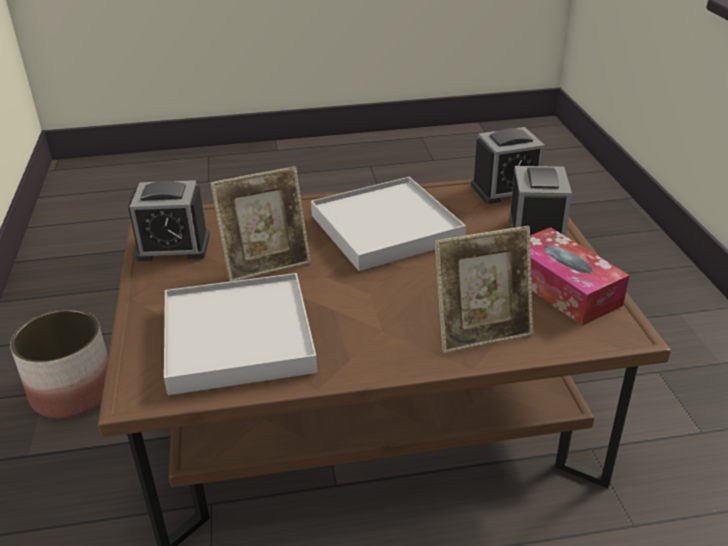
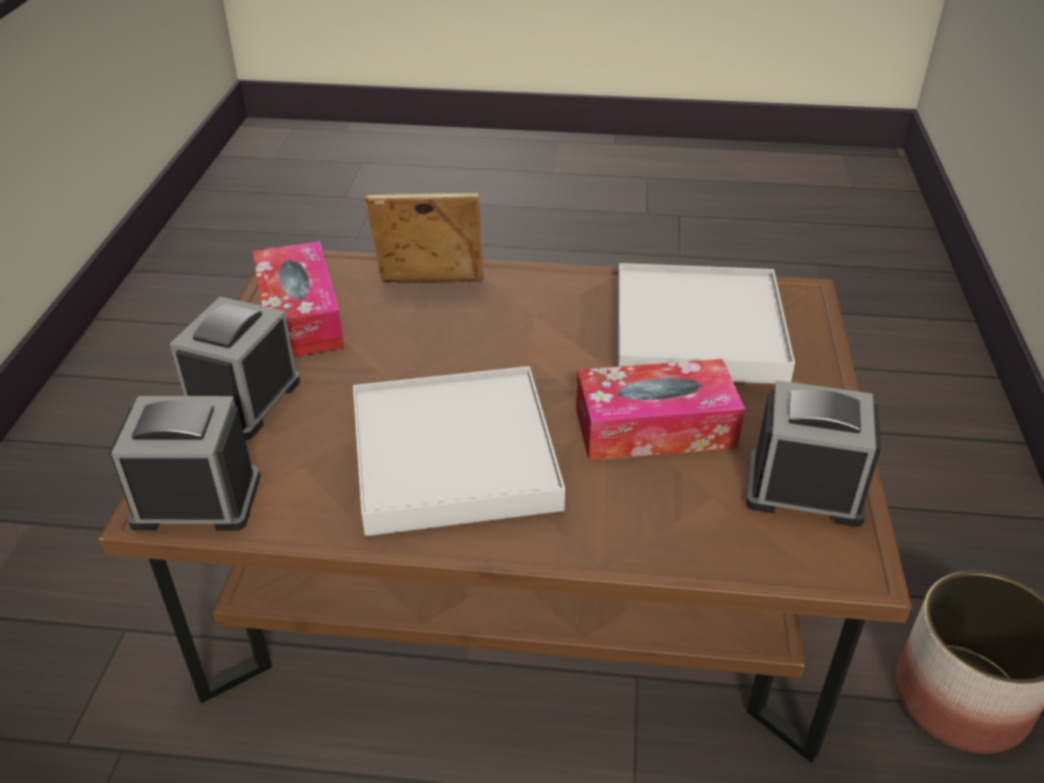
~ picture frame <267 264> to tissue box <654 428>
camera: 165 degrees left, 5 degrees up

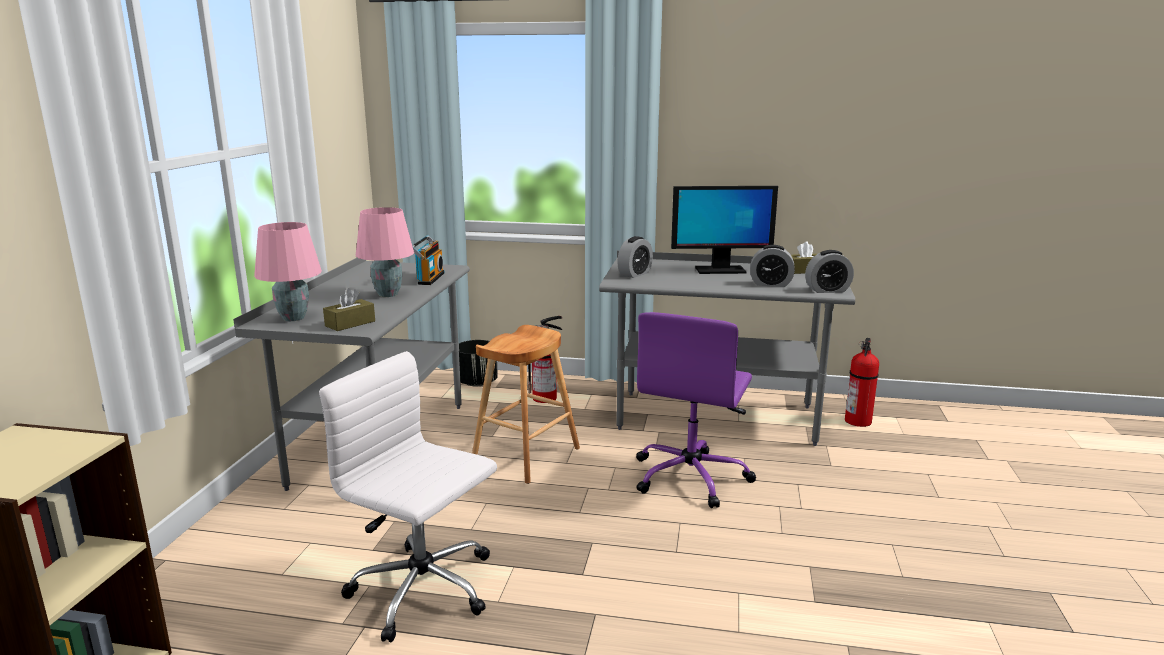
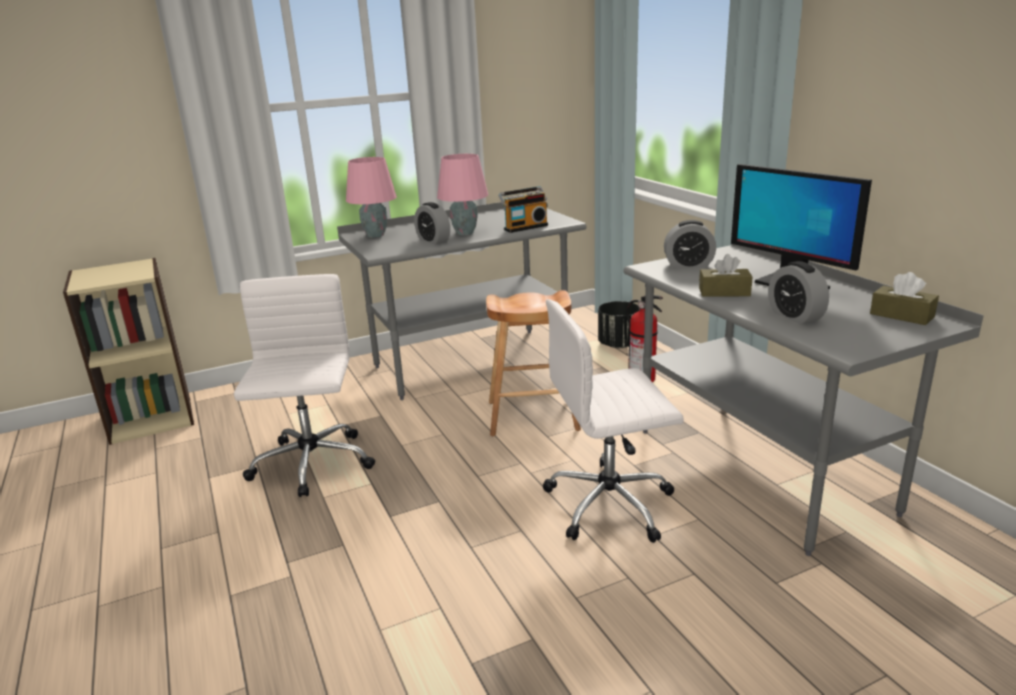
~ alarm clock <827 290> to <433 240>
~ purple office chair <691 477> to white office chair <611 503>
~ brown tissue box <350 323> to <724 292>
- fire extinguisher <858 421>
camera: 55 degrees right, 5 degrees up

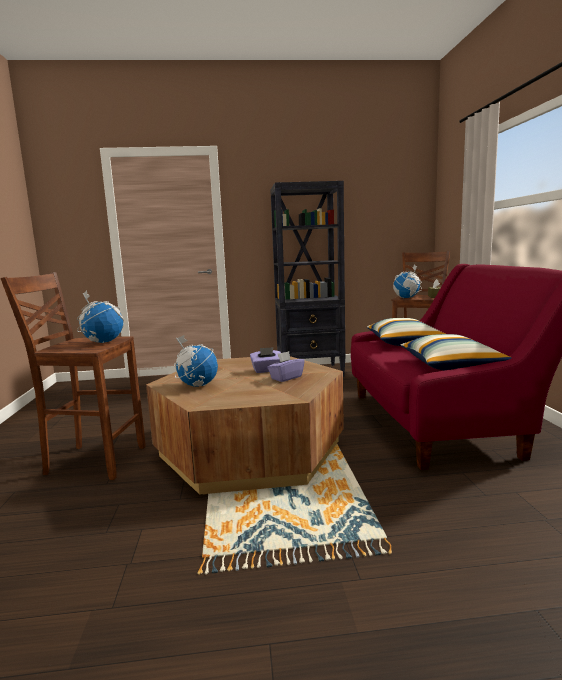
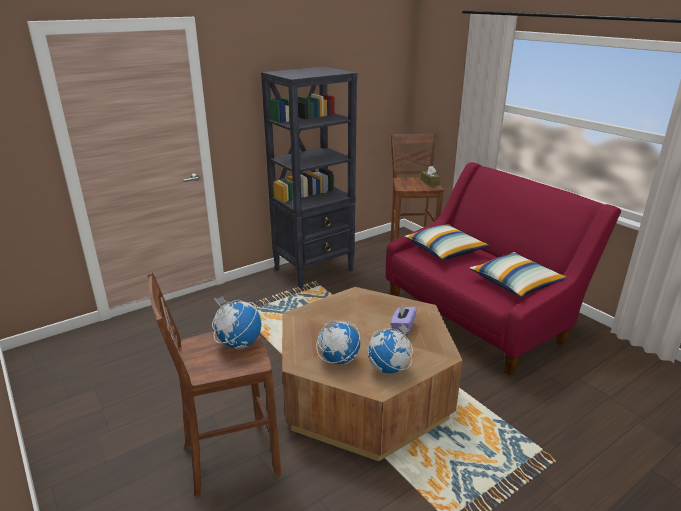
~ globe <407 298> to <389 369>
- purple tissue box <267 370>
camera: 30 degrees left, 15 degrees up

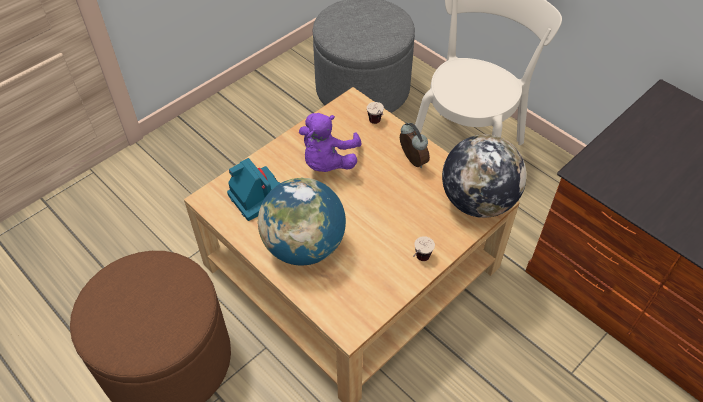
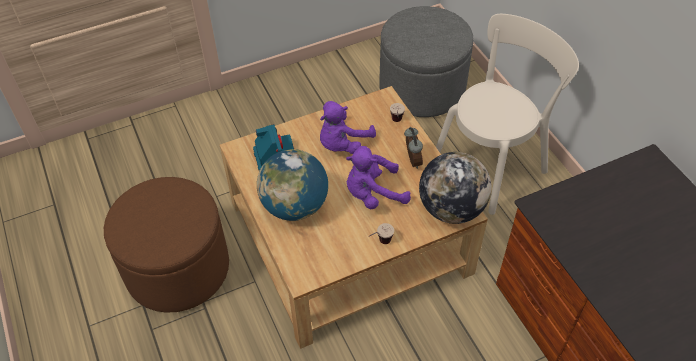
+ purple plush toy <373 194>
camera: 20 degrees right, 0 degrees up

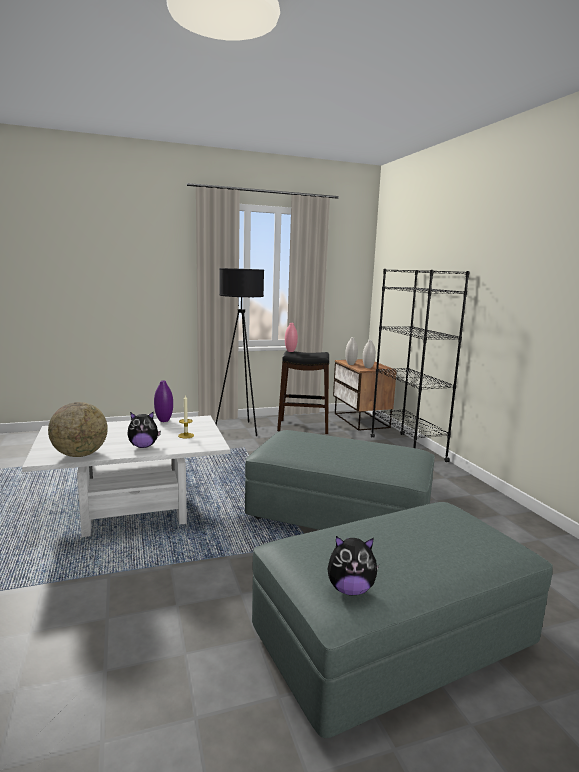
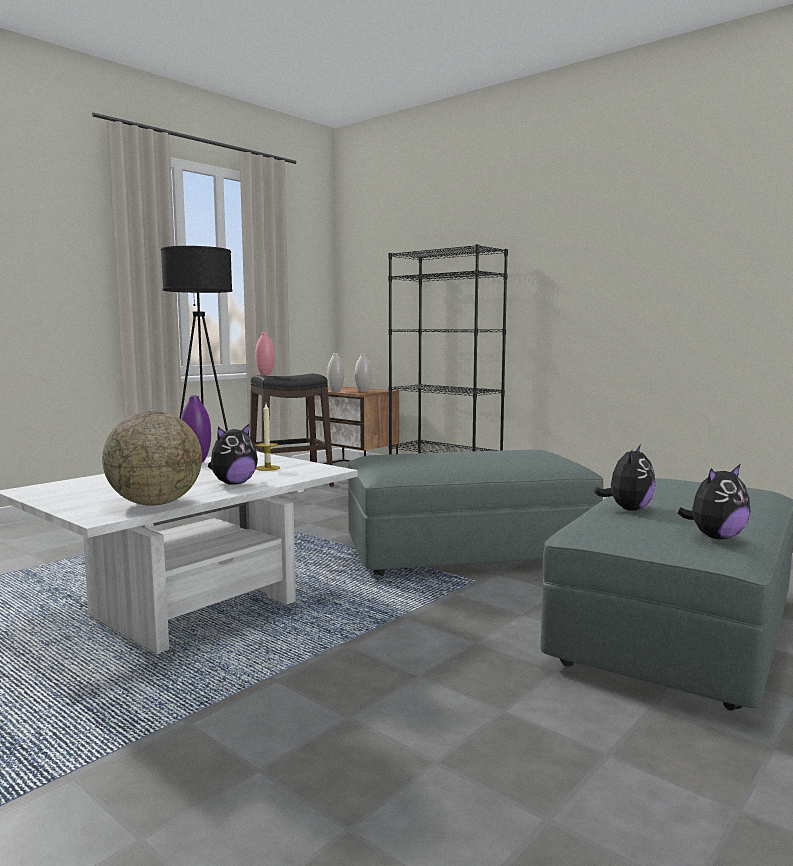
+ plush toy <628 509>
camera: 30 degrees left, 5 degrees down

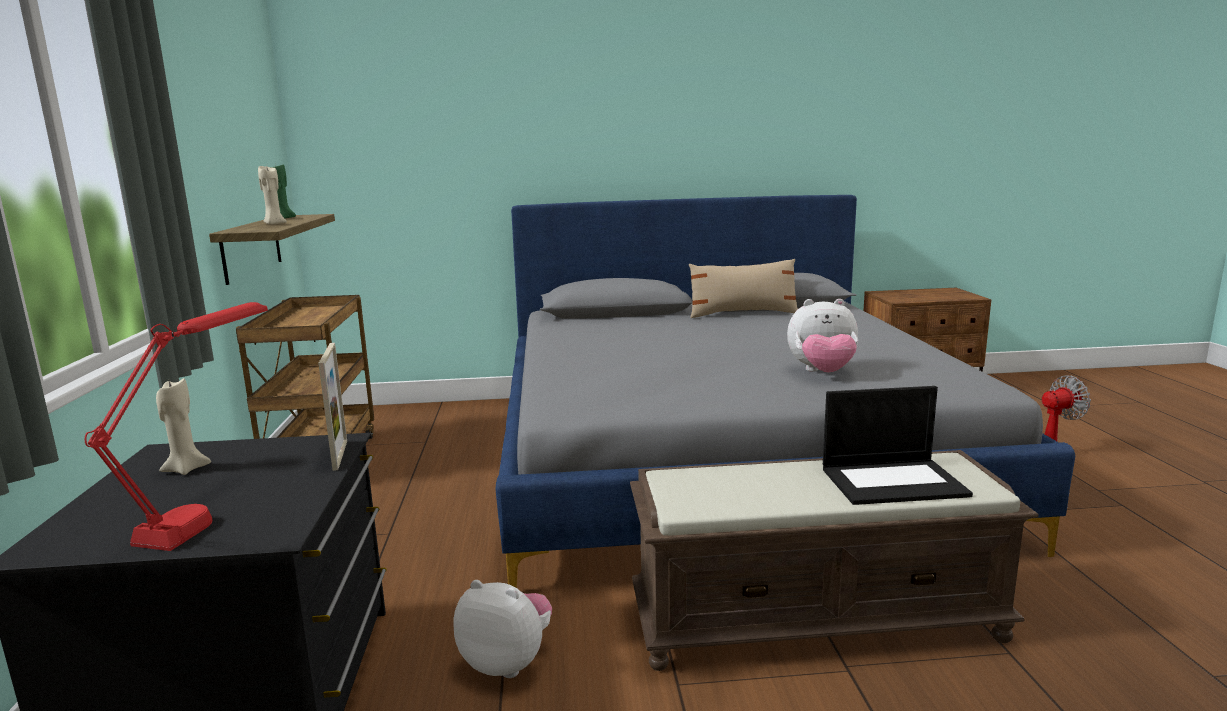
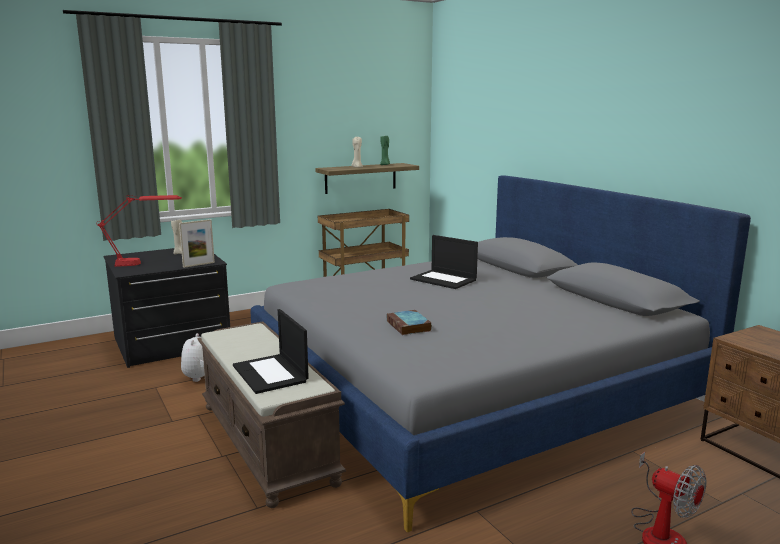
~ plush toy <822 373> to book <409 326>
+ laptop <444 279>
- beige pillow <743 314>
camera: 65 degrees right, 0 degrees up

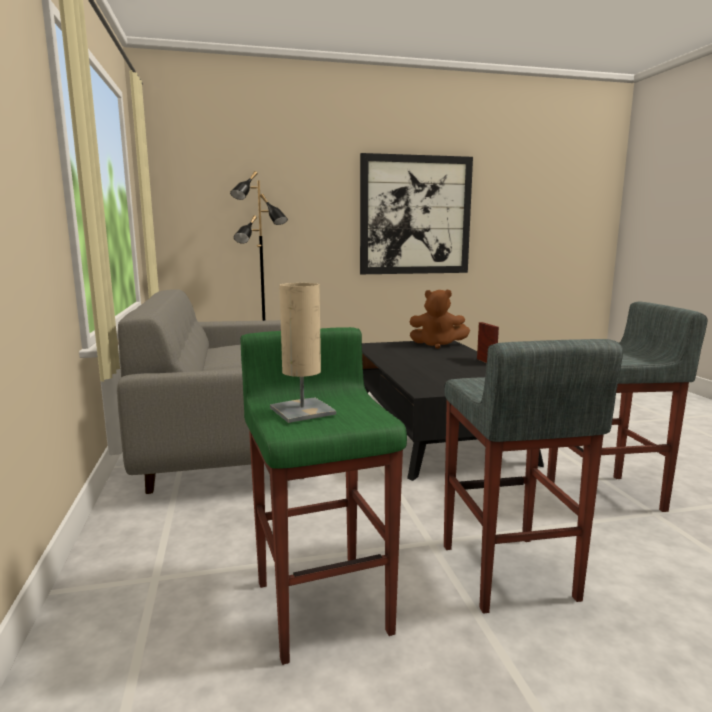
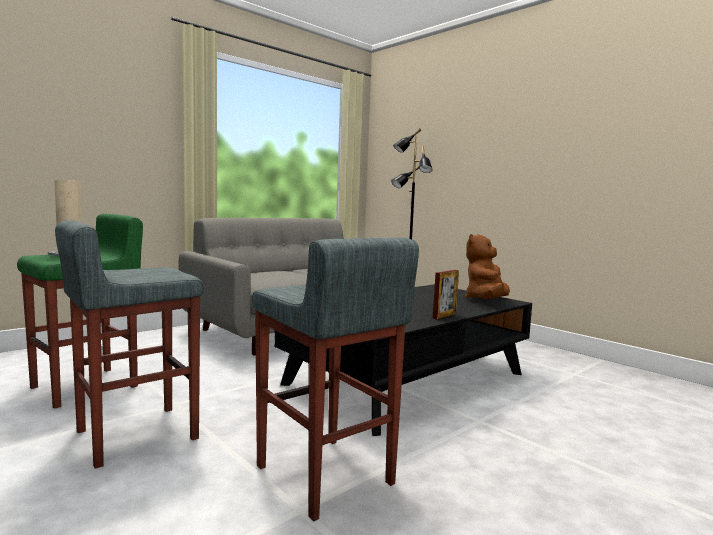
~ brown plush toy <437 345> = <486 300> 45 degrees clockwise
- picture <415 215>
camera: 60 degrees right, 5 degrees down

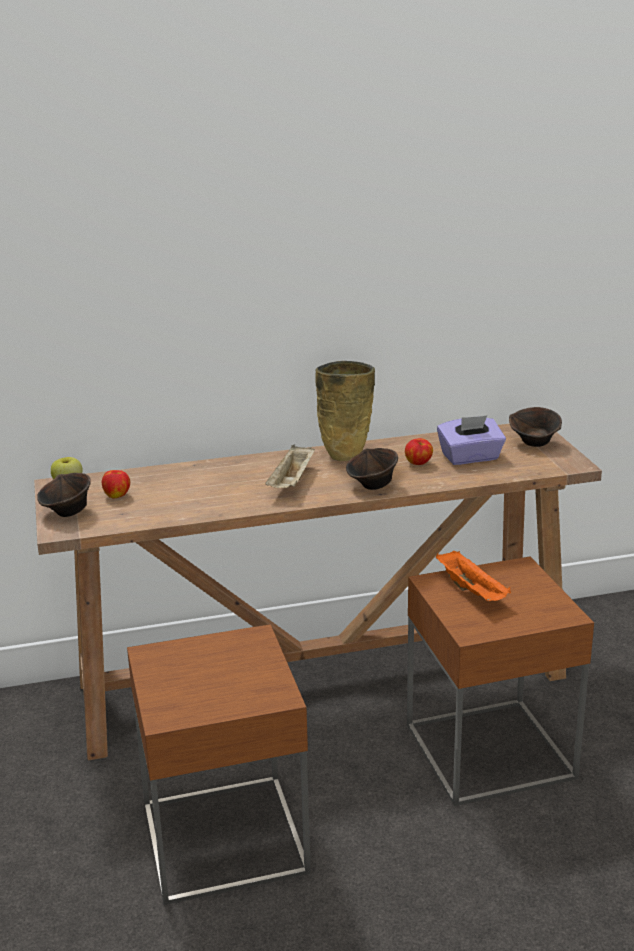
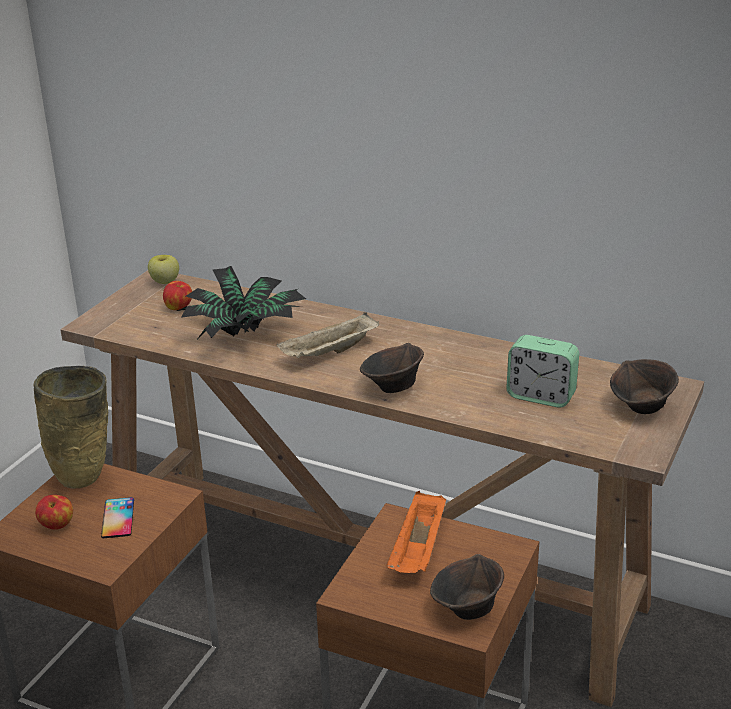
~ beige vase <346 455> to <85 478>
~ apple <418 463> to <57 526>
+ phone <118 518>
+ potted plant <245 334>
~ brown bowl <67 512> to <467 609>
~ purple tissue box <470 458> to alarm clock <541 396>
camera: 40 degrees right, 5 degrees up

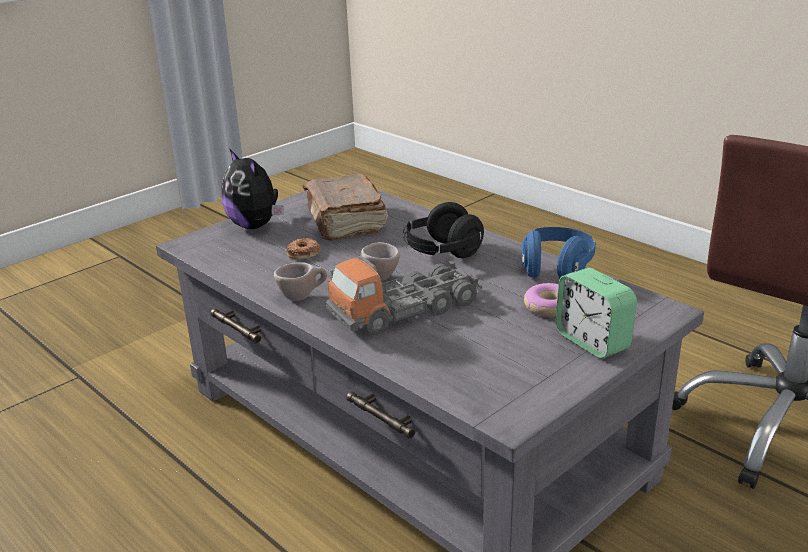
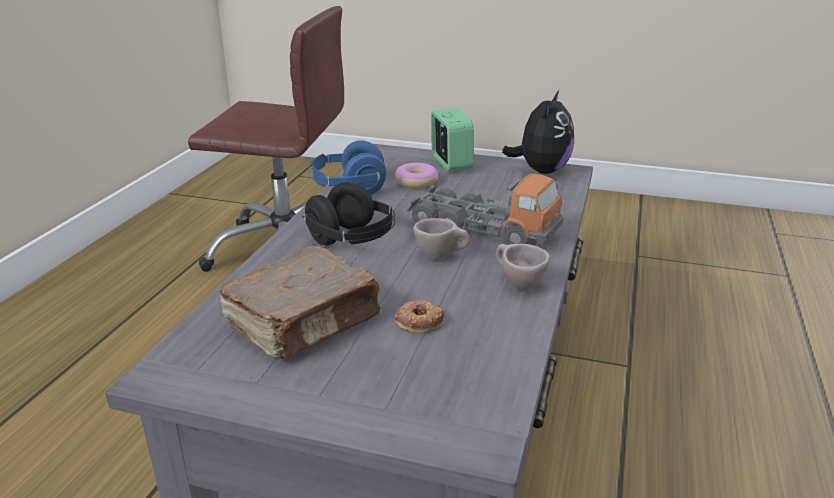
~ alarm clock <592 341> = <451 163> 45 degrees counterclockwise
~ plush toy <255 225> to <541 171>
camera: 120 degrees left, 0 degrees up

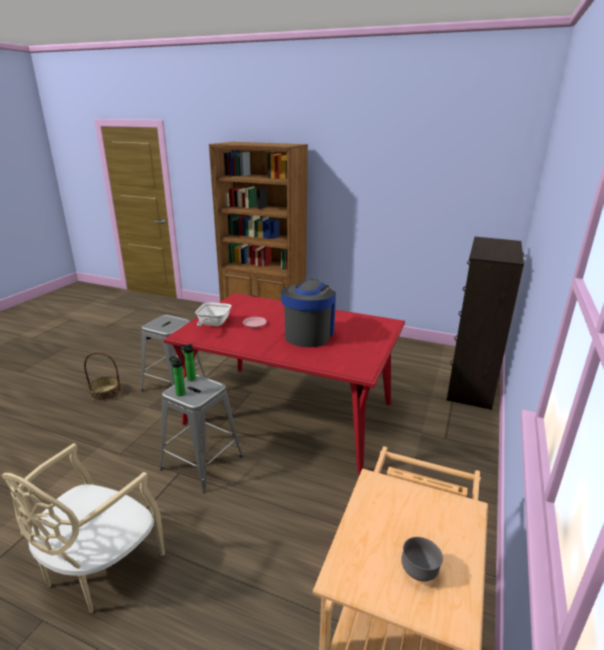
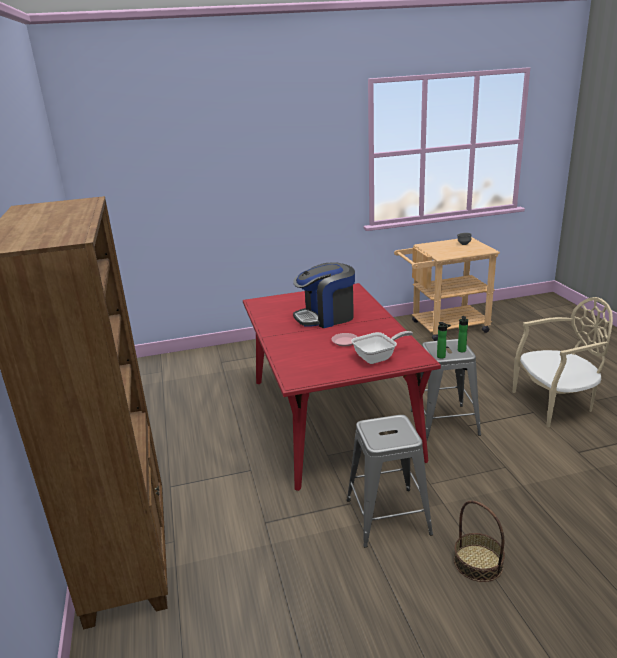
- black dresser <470 384>
camera: 125 degrees left, 0 degrees up

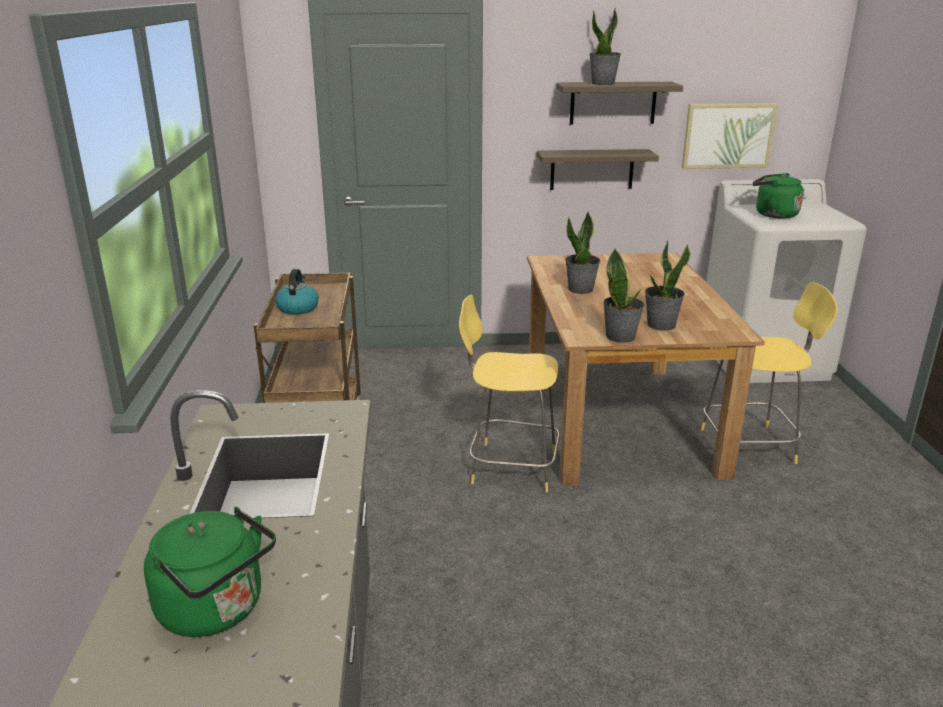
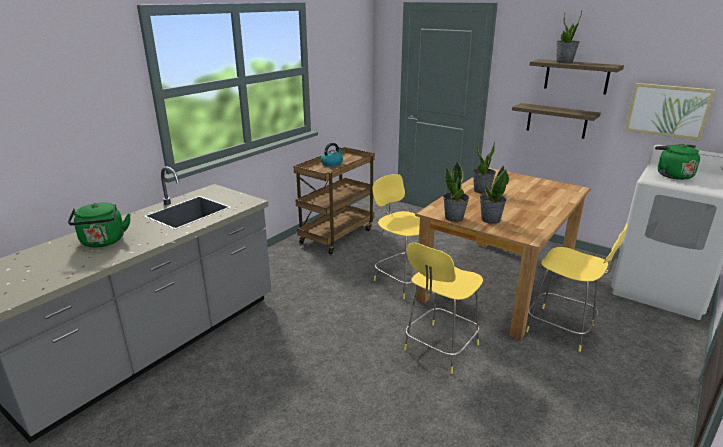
+ yellow stool <439 348>
camera: 40 degrees right, 0 degrees up

